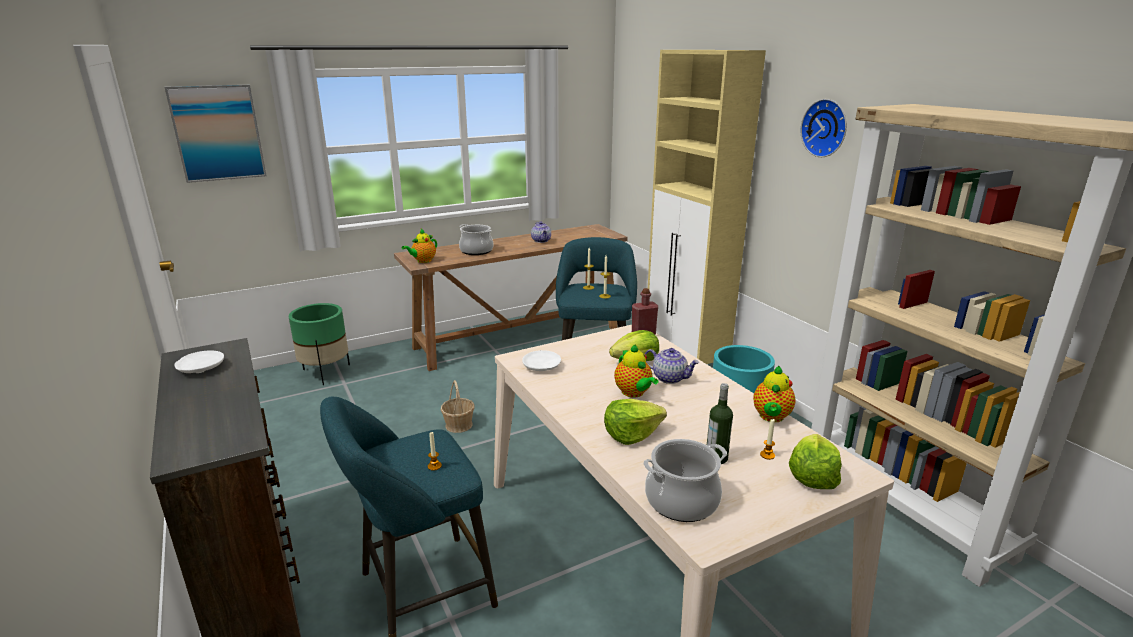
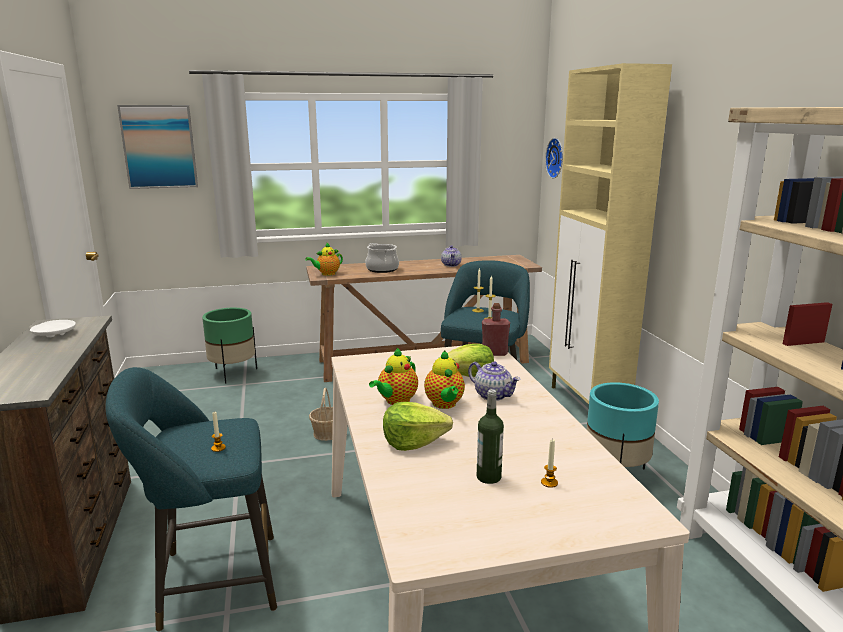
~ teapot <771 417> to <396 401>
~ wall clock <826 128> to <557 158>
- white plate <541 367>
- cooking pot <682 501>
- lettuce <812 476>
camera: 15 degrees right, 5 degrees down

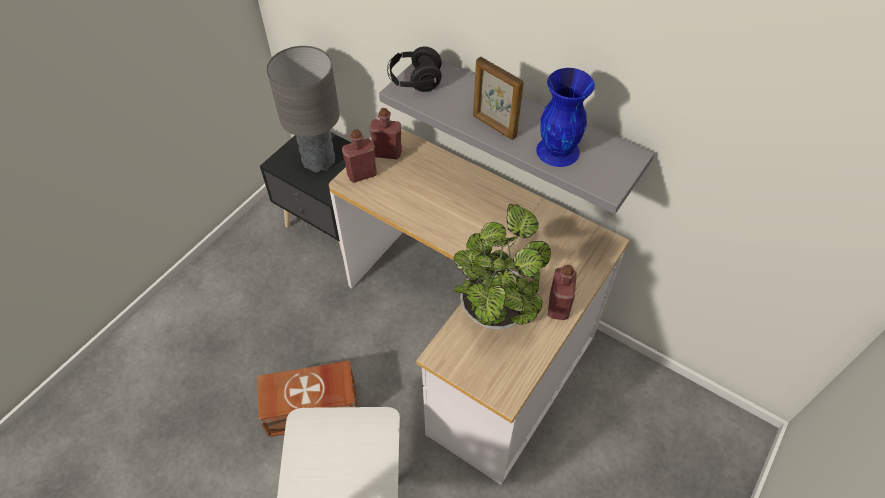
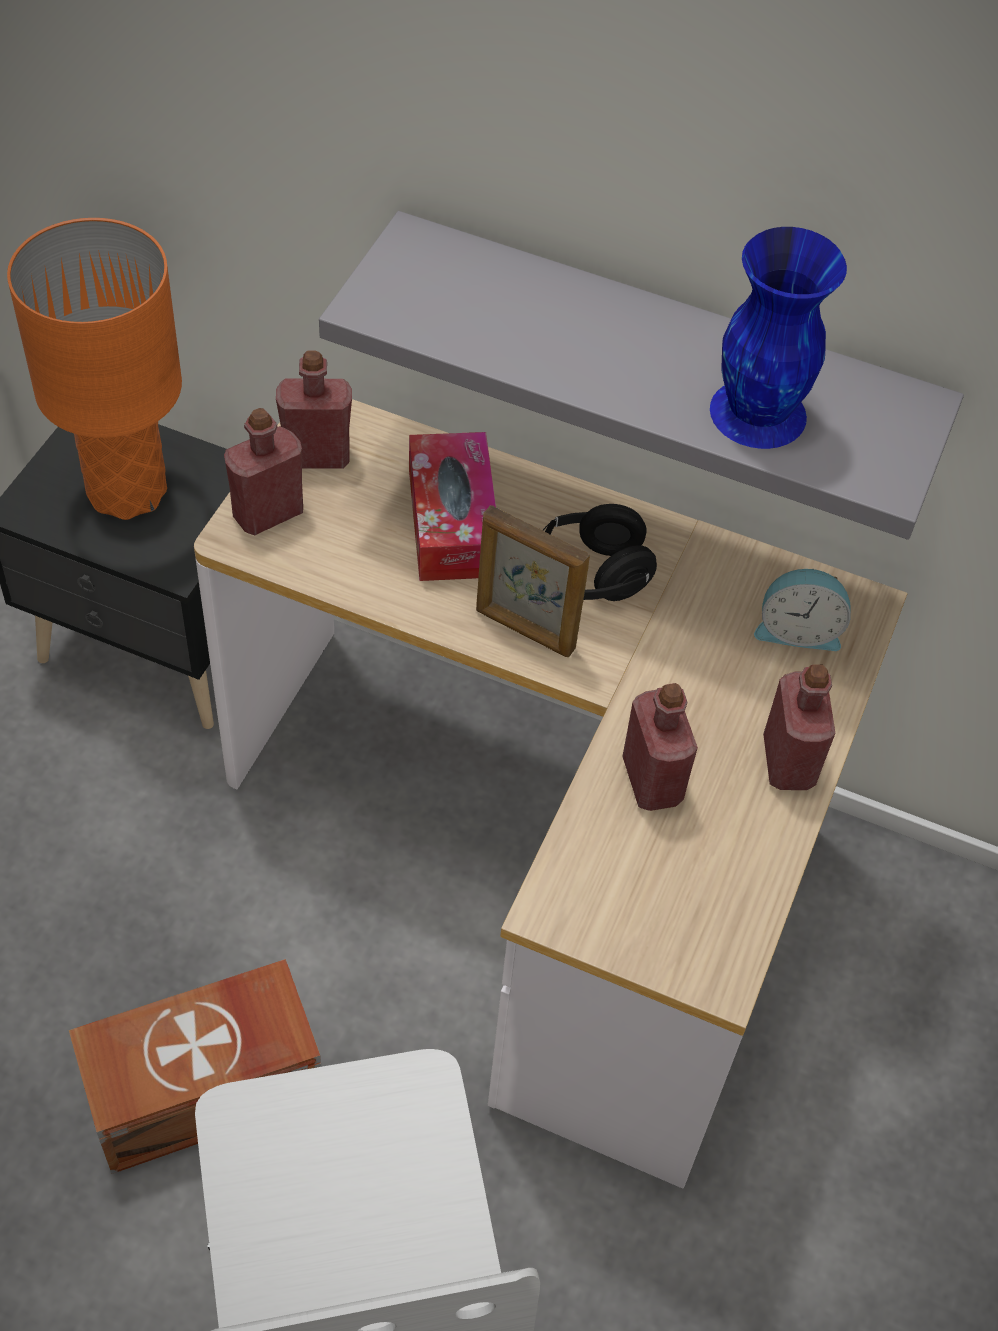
~ grey table lamp <318 161> to orange table lamp <126 492>
+ tissue box <452 522>
~ picture frame <494 126> to <524 630>
~ black headphones <415 81> to <591 576>
~ potted plant <496 306> to red bottle <652 780>
+ alarm clock <798 630>
camera: 15 degrees left, 0 degrees up

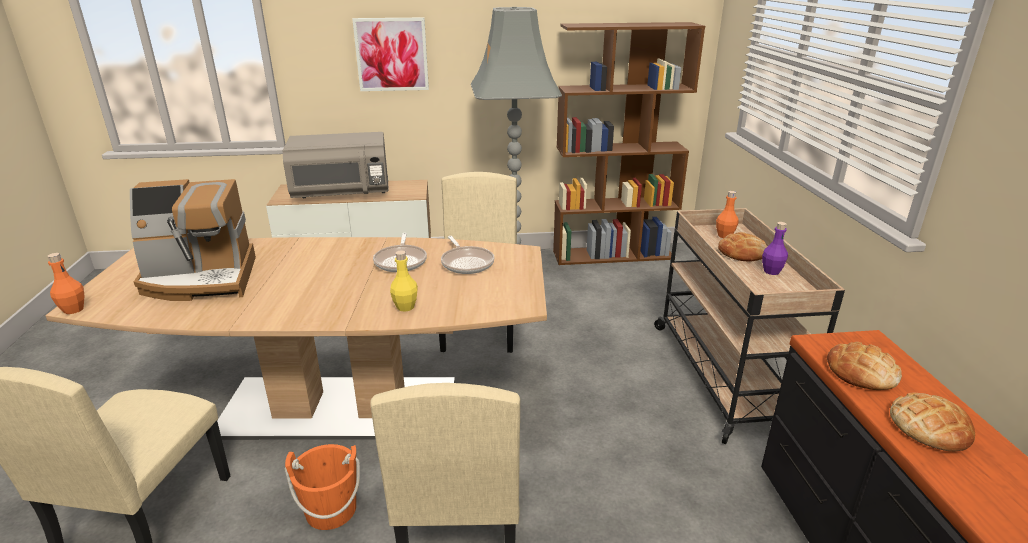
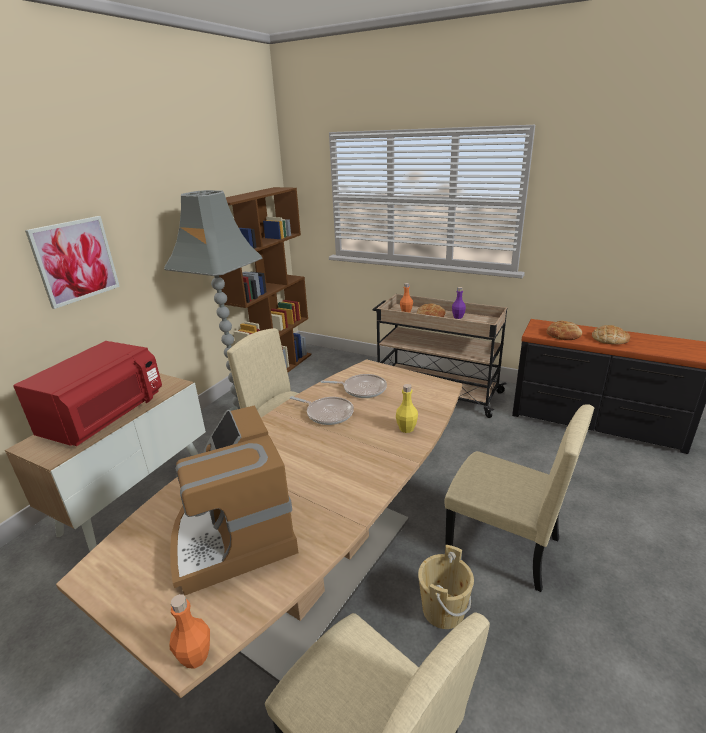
~ grey microwave <342 193> to red microwave <105 417>
~ coffee machine <201 279> = <233 532> 135 degrees clockwise
~ orange bucket <331 510> to beige bucket <443 610>
camera: 55 degrees left, 0 degrees up

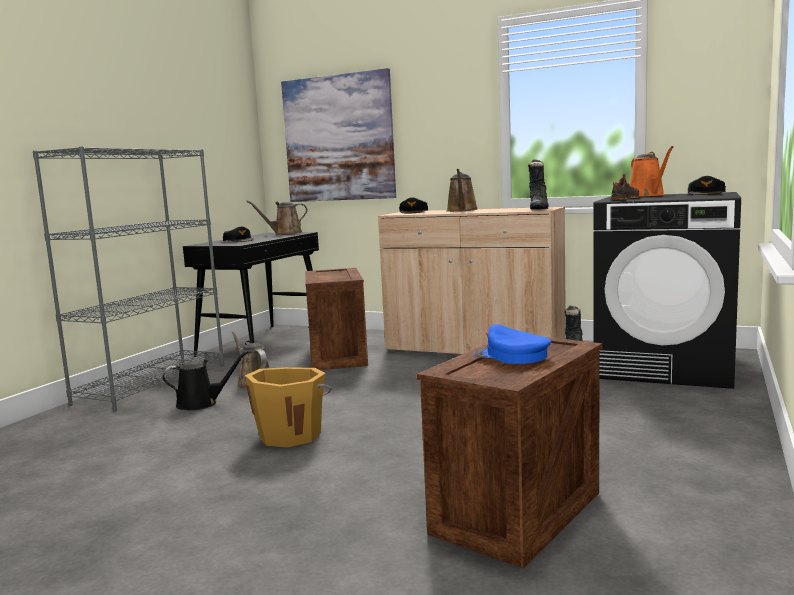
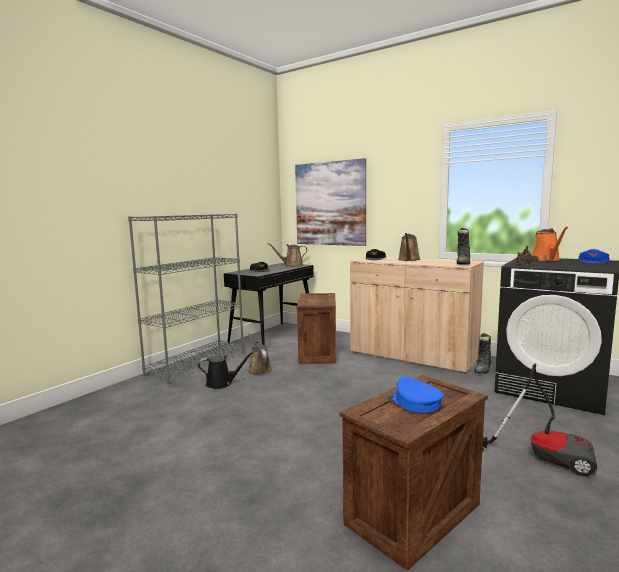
+ vacuum cleaner <543 457>
~ black cap <706 193> to blue cap <593 261>
- orange bucket <290 435>
camera: 10 degrees right, 0 degrees up

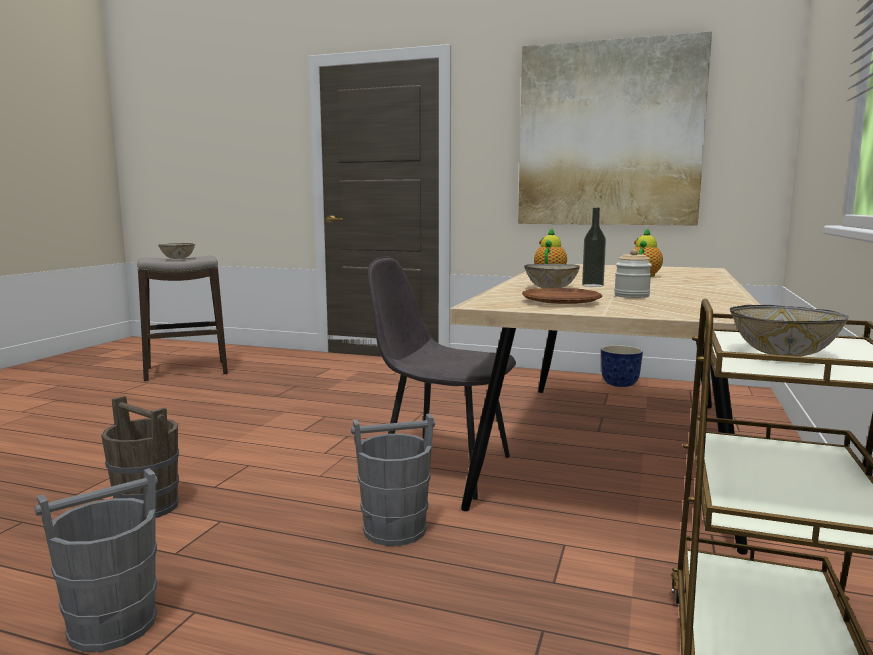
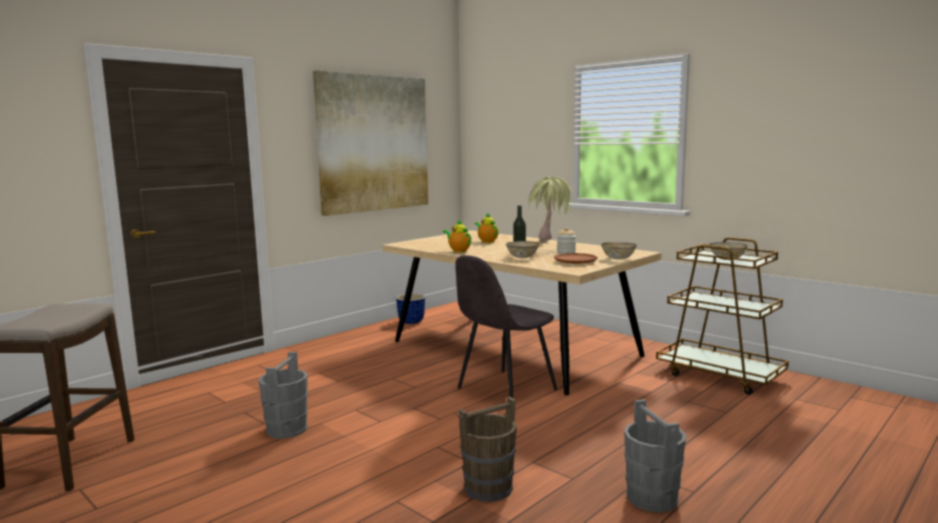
~ grey bucket <395 529> to <287 429>
+ potted plant <550 243>
~ bowl <177 258> to <619 258>
camera: 65 degrees left, 0 degrees up

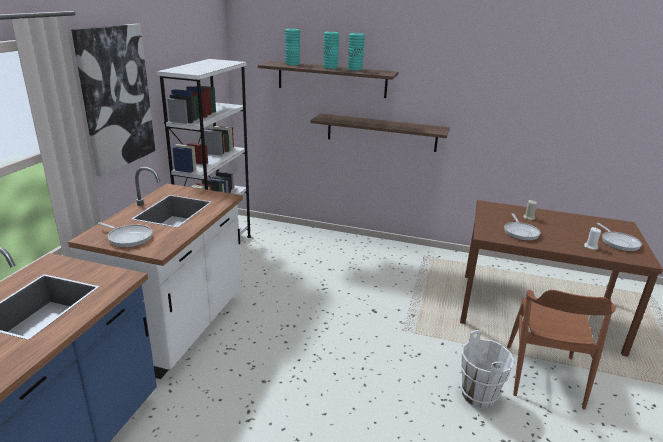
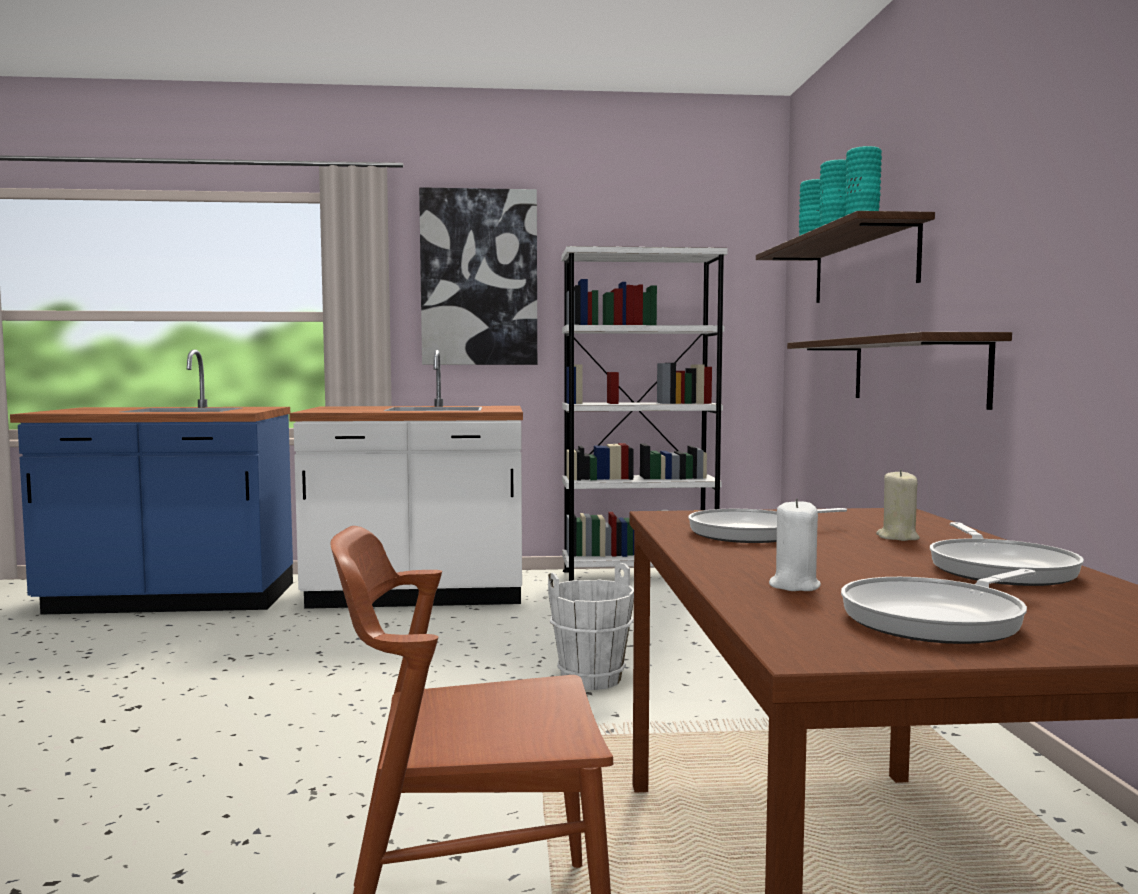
~ white bucket <479 395> to <591 679>
~ frying pan <128 238> to <999 568>
camera: 70 degrees right, 20 degrees down

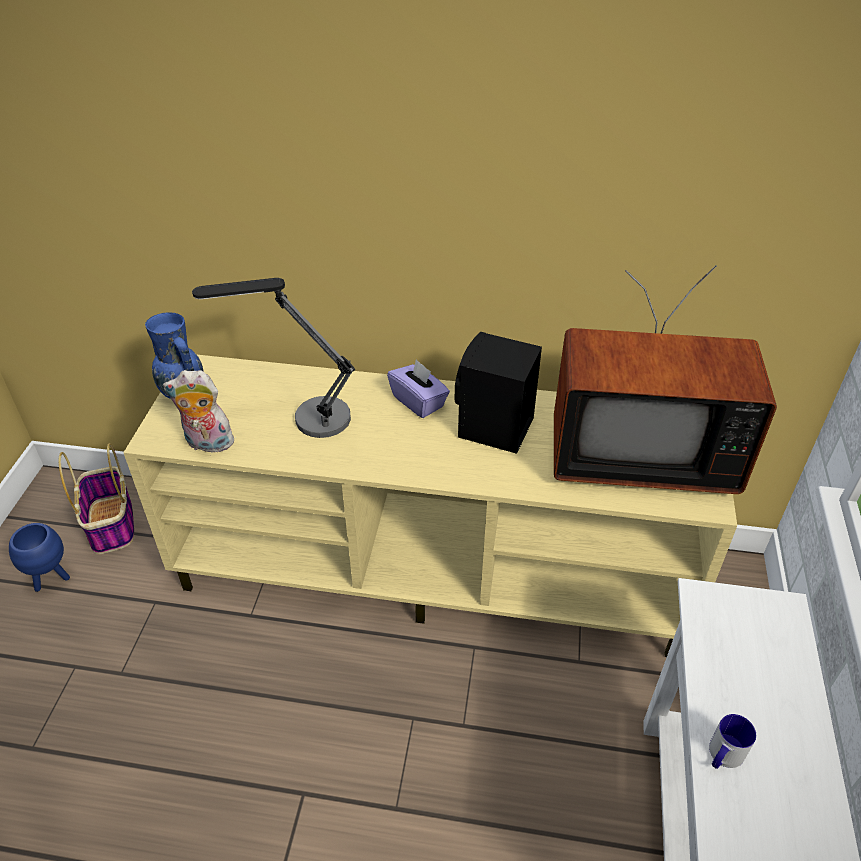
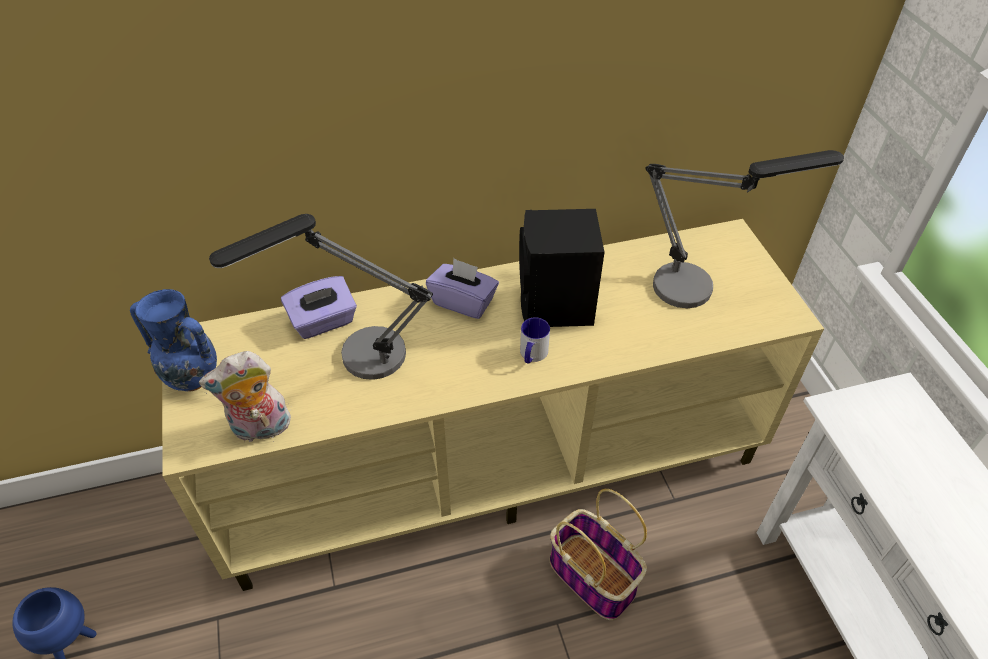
+ purple tissue box <323 322>
~ mug <723 756> to <532 355>
~ basket <112 525> to <594 577>
~ television <638 452> to table lamp <700 286>
camera: 25 degrees left, 5 degrees up

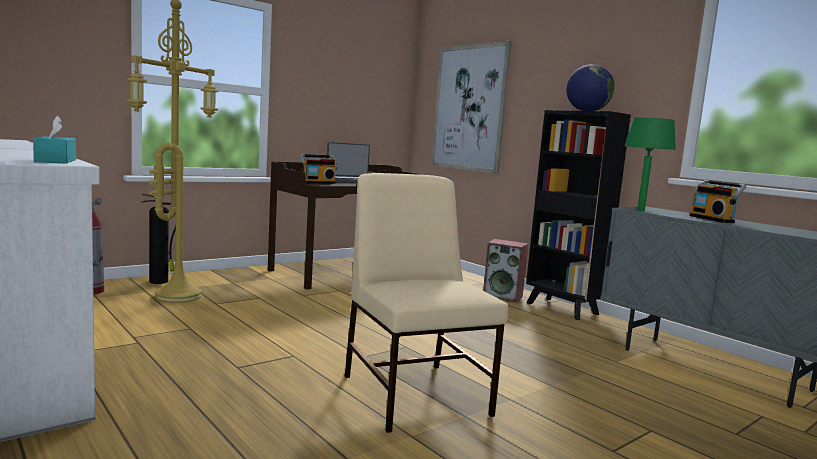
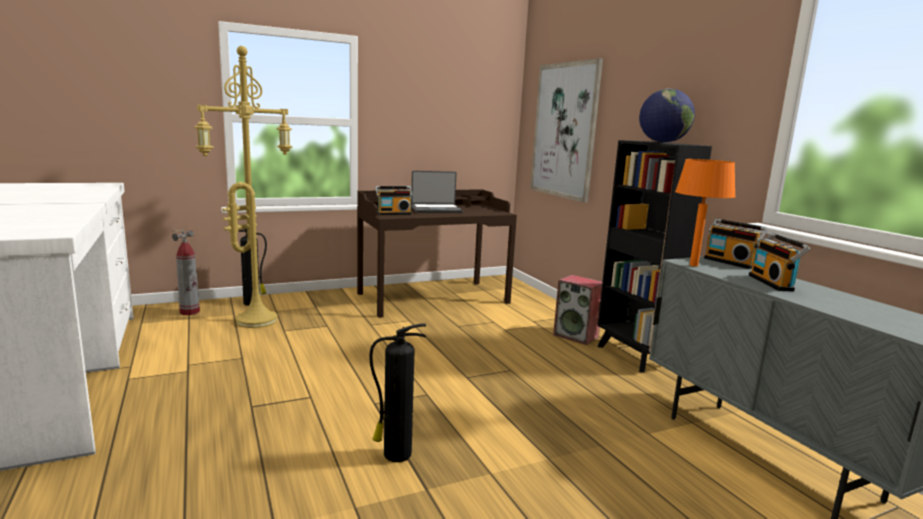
~ beige chair <415 393> to fire extinguisher <395 454>
~ green table lamp <640 210> to orange table lamp <693 265>
+ radio <730 262>
- turquoise tissue box <56 161>
camera: 15 degrees right, 5 degrees up

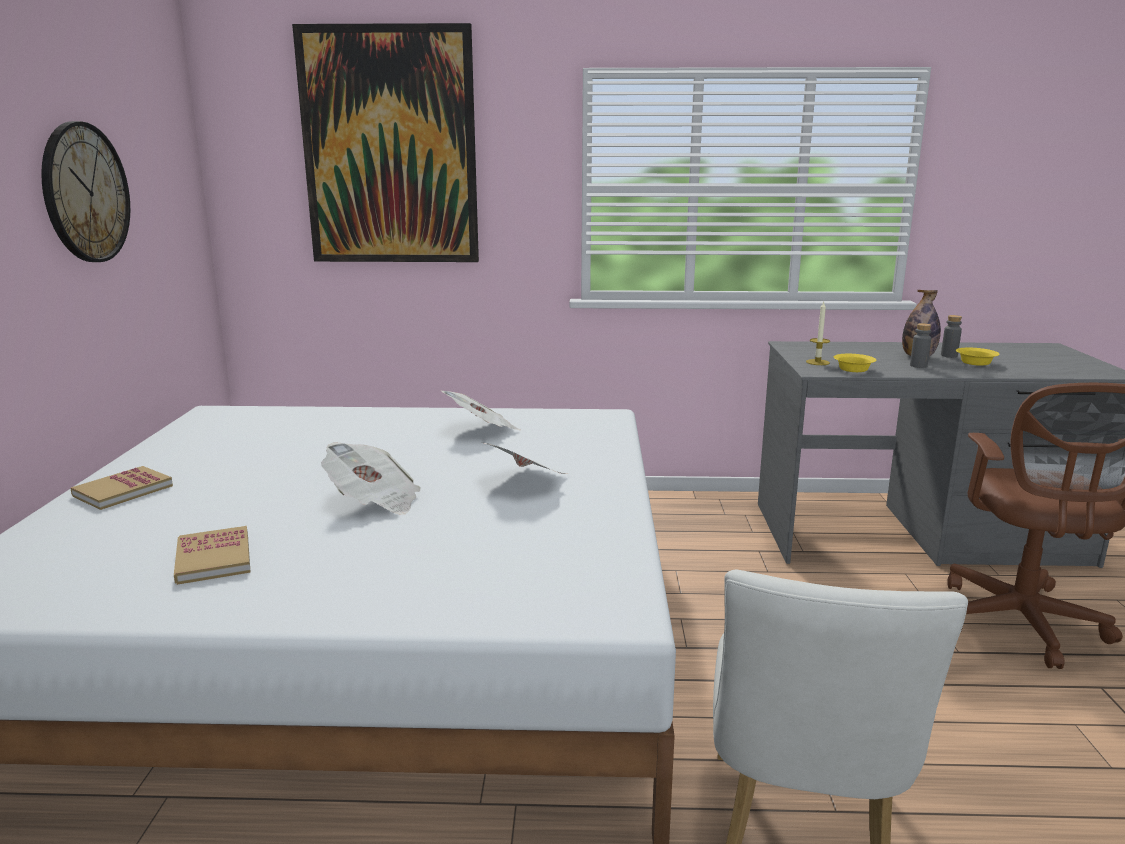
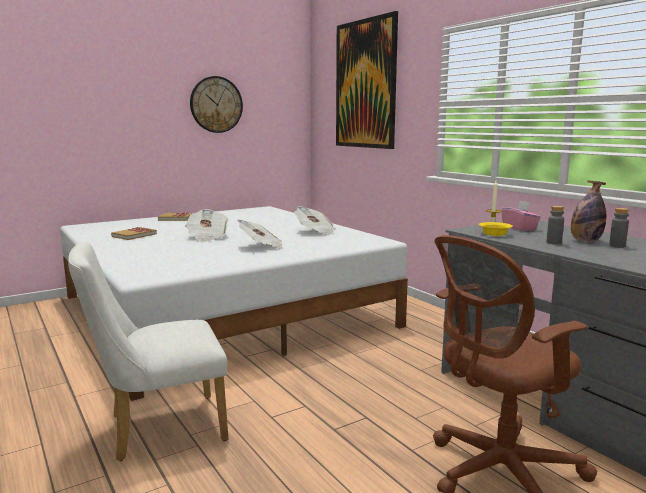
+ pink tissue box <519 228>
- yellow bowl <975 363>
camera: 55 degrees right, 5 degrees down

